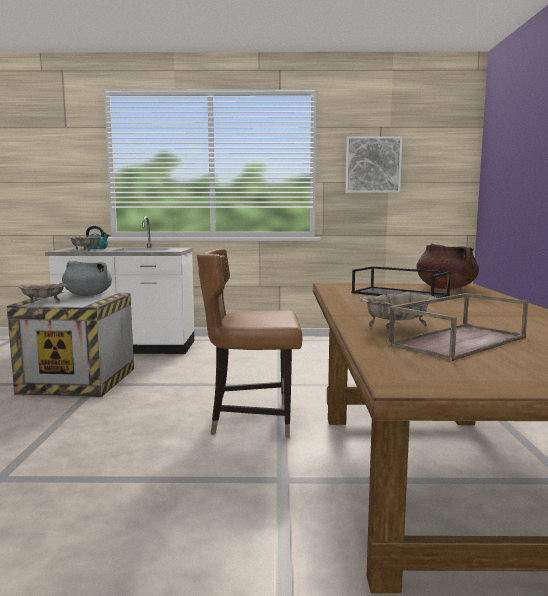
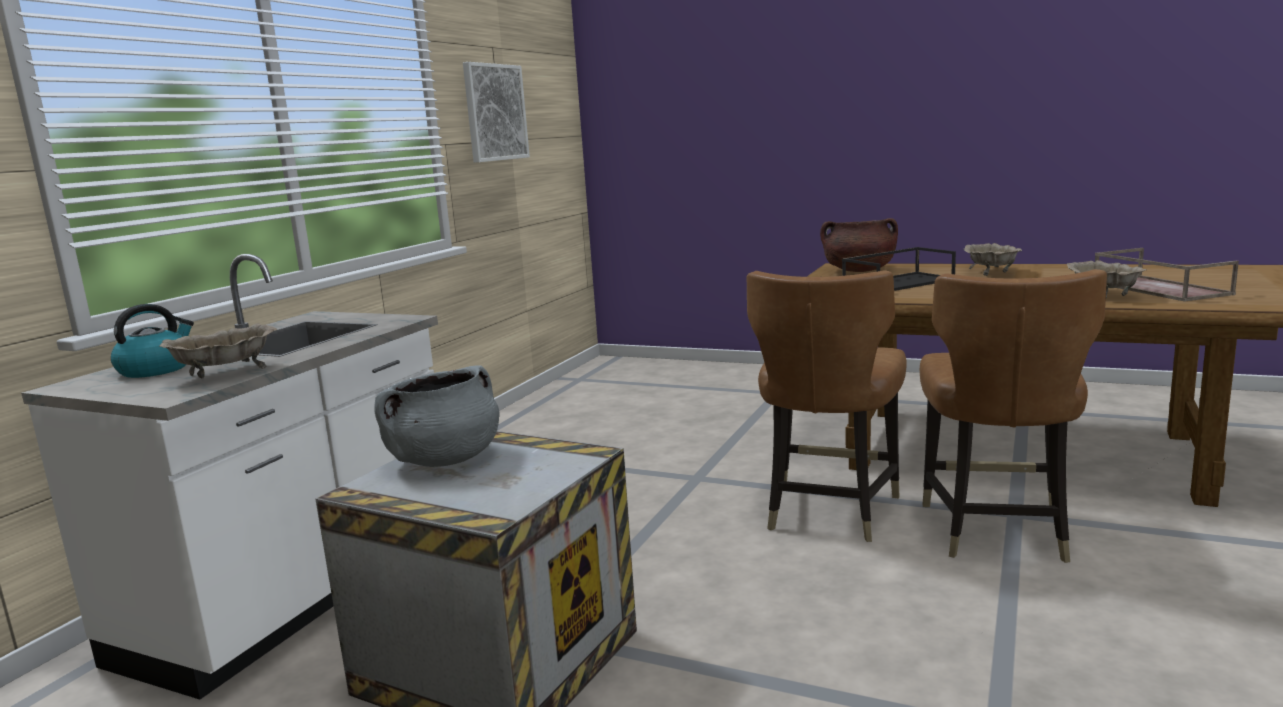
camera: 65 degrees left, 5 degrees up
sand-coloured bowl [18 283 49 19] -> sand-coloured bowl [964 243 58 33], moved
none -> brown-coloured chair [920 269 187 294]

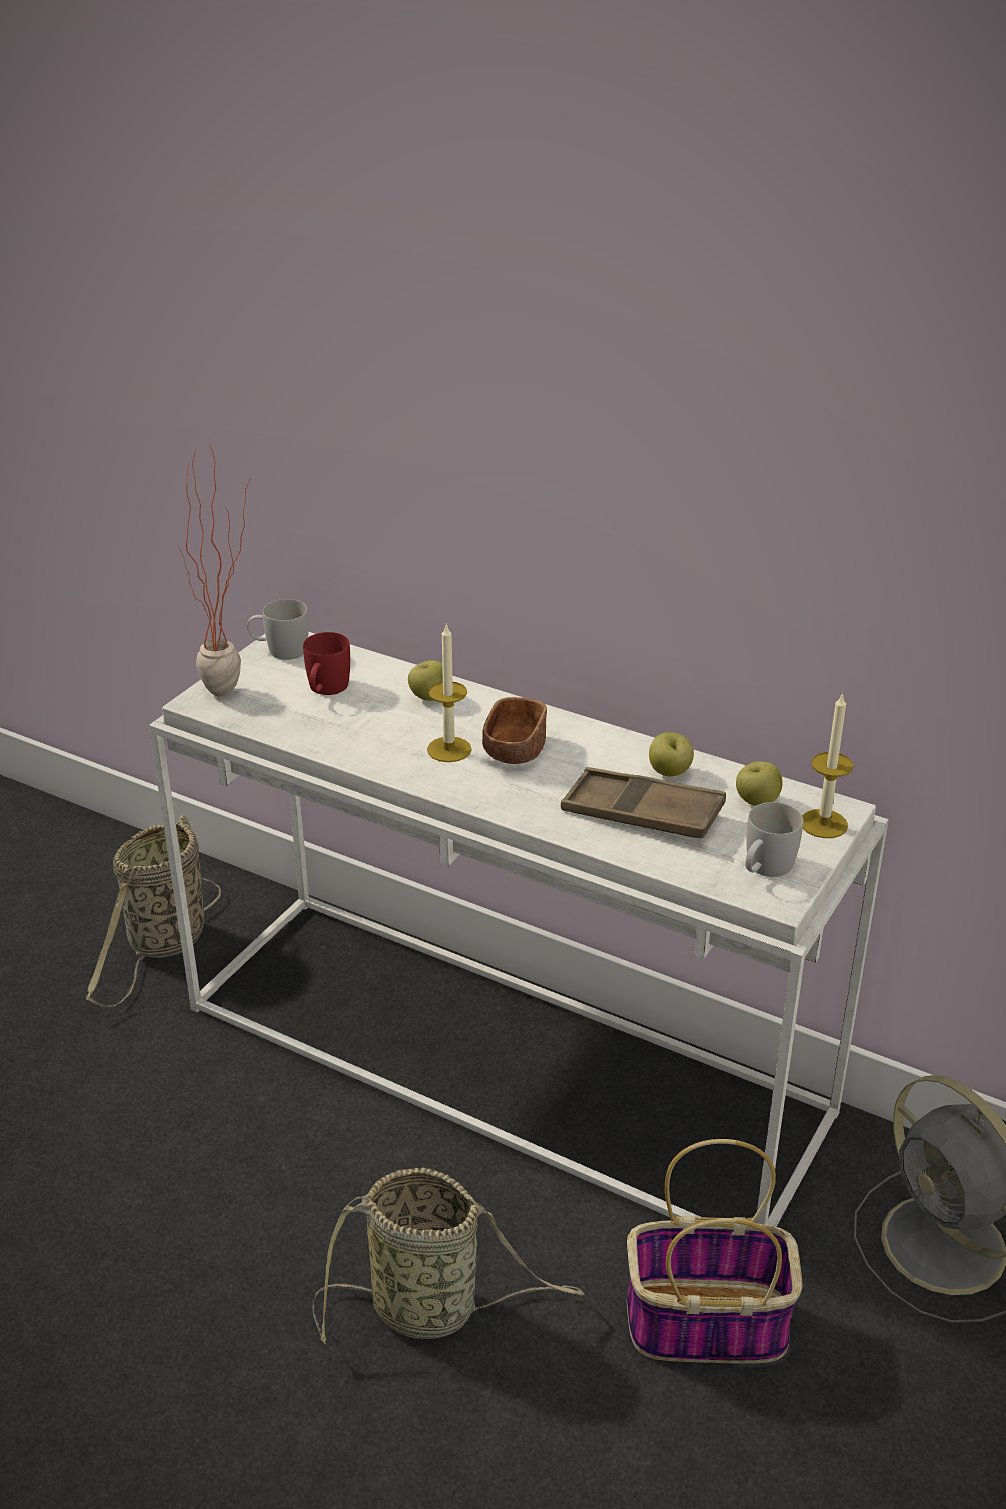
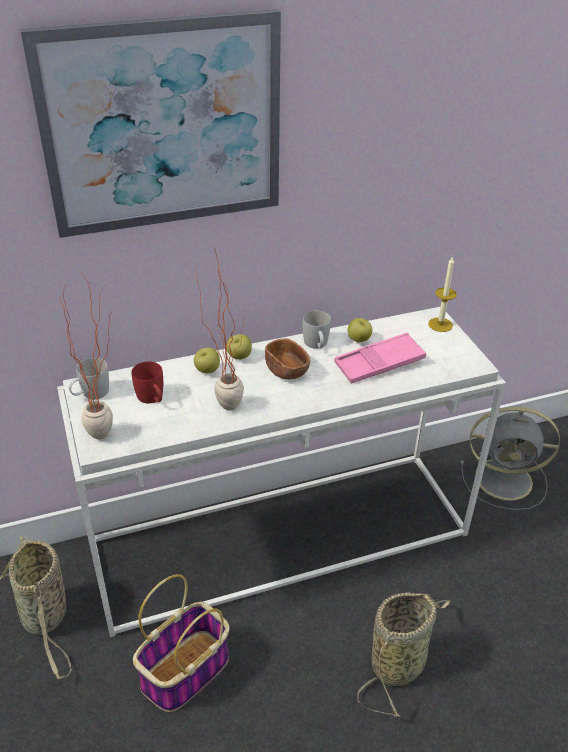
camera: 50 degrees left, 5 degrees up
wax candle [427 623 45 139] -> none
apple fruit [736 761 47 45] -> apple fruit [227 334 25 26], moved
brown-coloured tray [561 767 165 71] -> pink tray [334 332 92 51]
white-coloured tea mug [745 802 58 75] -> white-coloured tea mug [303 310 28 39], moved
household basket [627 1139 176 225] -> household basket [133 574 97 138], moved
none -> wall picture [20 9 261 229]
none -> potted plant [195 250 49 161]

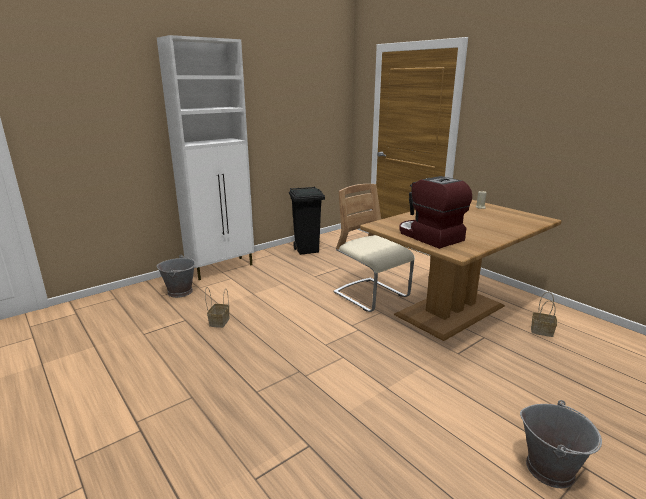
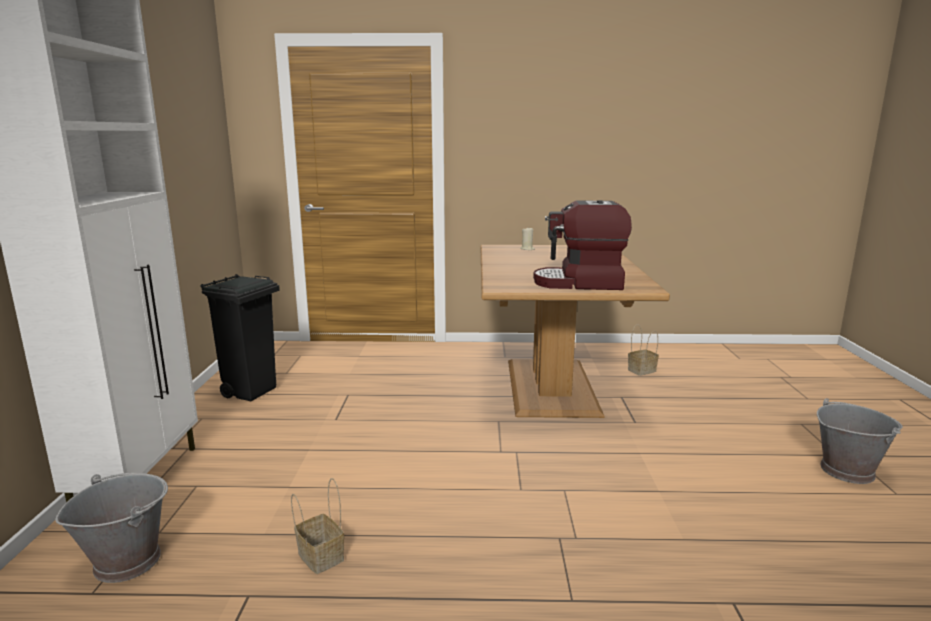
camera: 50 degrees left, 5 degrees down
sand-coloured chair [333 184 82 128] -> none

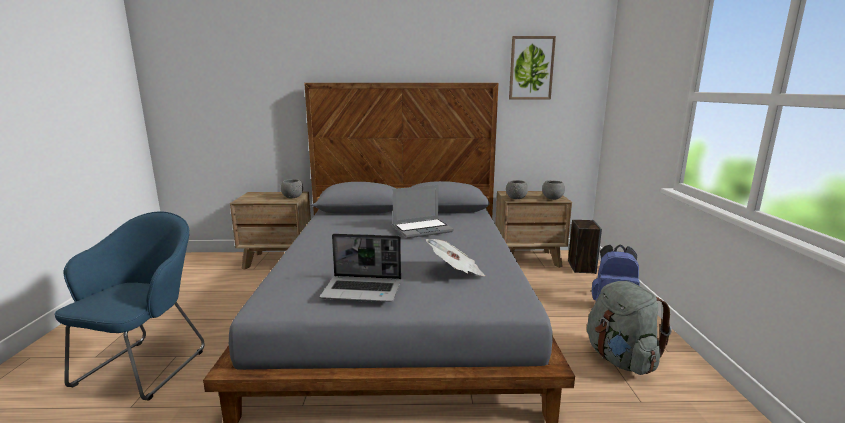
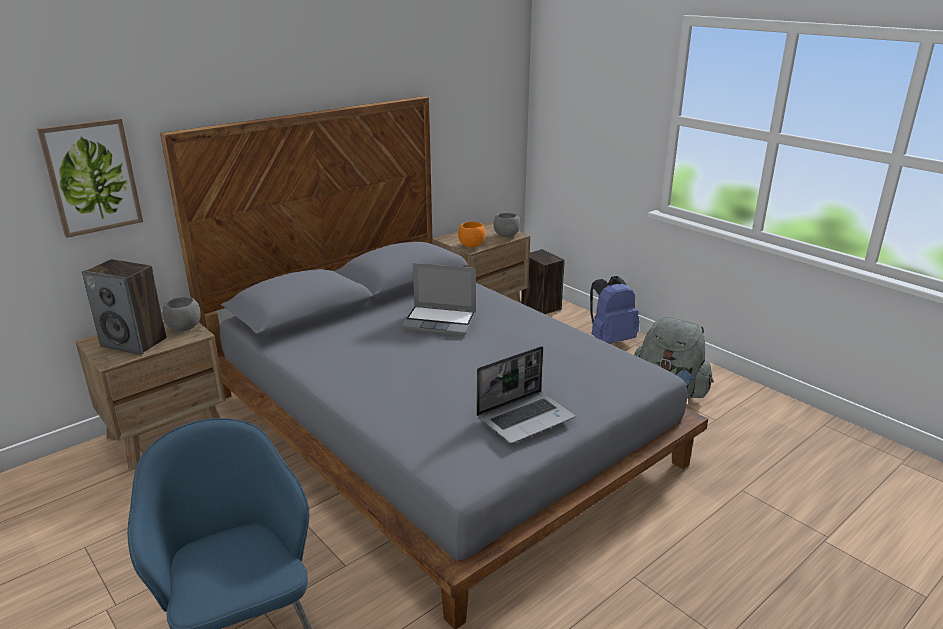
camera: 40 degrees left, 10 degrees up
wall picture [509 36 47 63] -> wall picture [37 118 106 120], moved
greyish bowl [506 180 22 19] -> orange bowl [458 222 28 26]
notebook computer [393 185 61 53] -> notebook computer [401 263 75 73], 75 degrees clockwise
daily paper [426 239 59 37] -> none
none -> audio speaker [82 259 85 96]

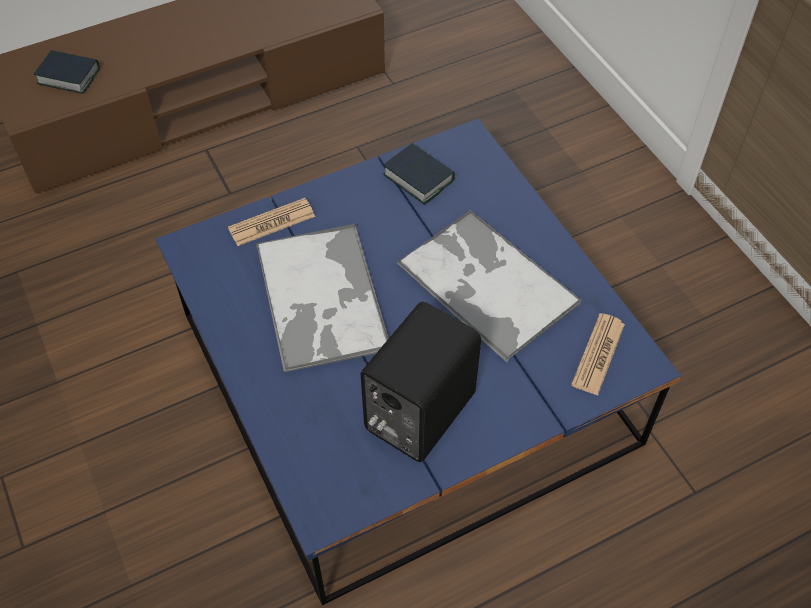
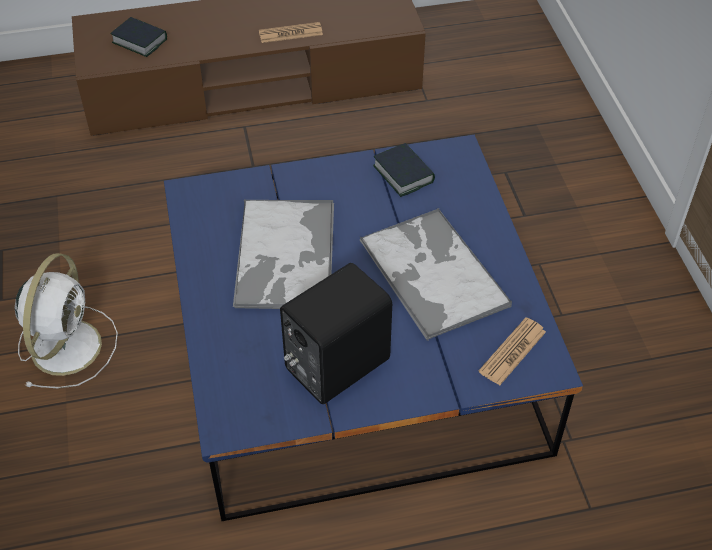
camera: 15 degrees right, 5 degrees down
daily paper [228 198 87 48] -> daily paper [259 22 64 21], moved
none -> white-coloured cooling fan [14 253 104 135]

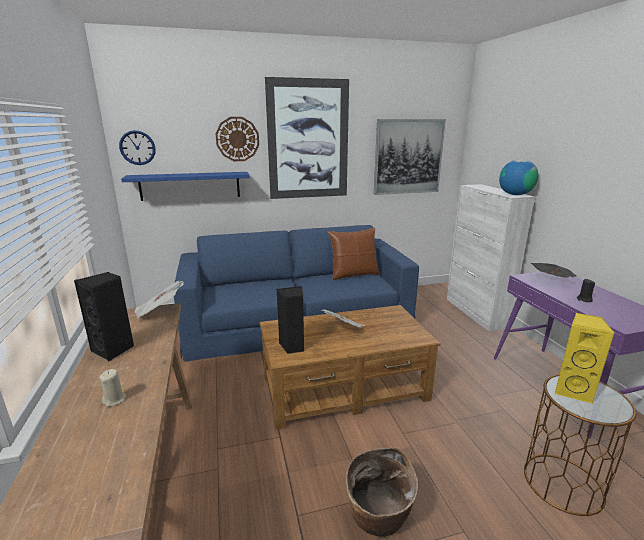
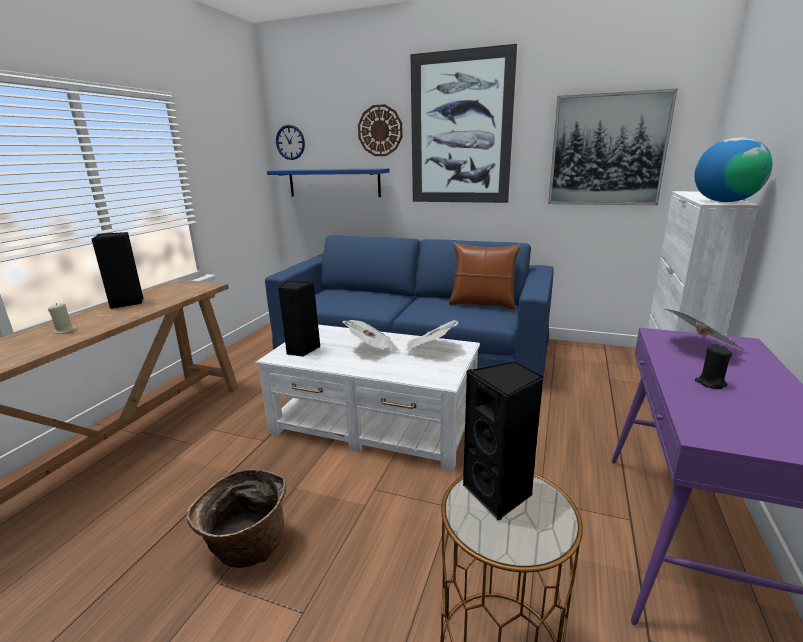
camera: 35 degrees right, 0 degrees up
daily paper [134 281 50 38] -> daily paper [406 320 52 31], moved
brown-coloured lounge table [260 305 180 125] -> white-coloured lounge table [255 325 225 147]
yellowish audio speaker [554 313 60 91] -> black audio speaker [463 361 81 159]

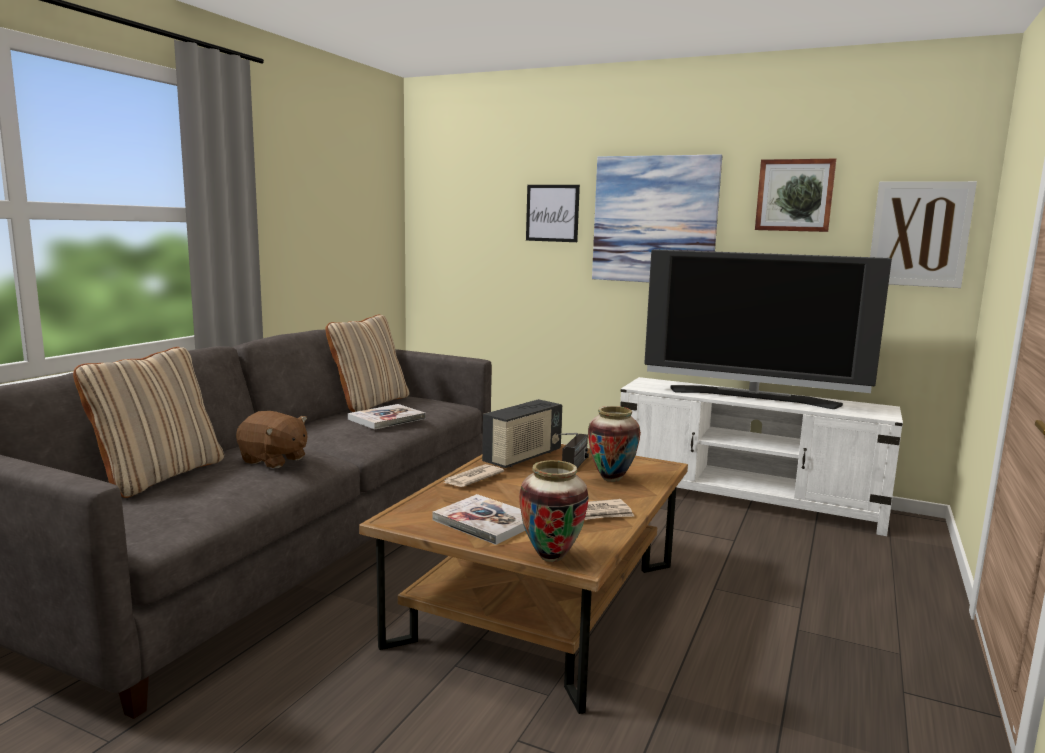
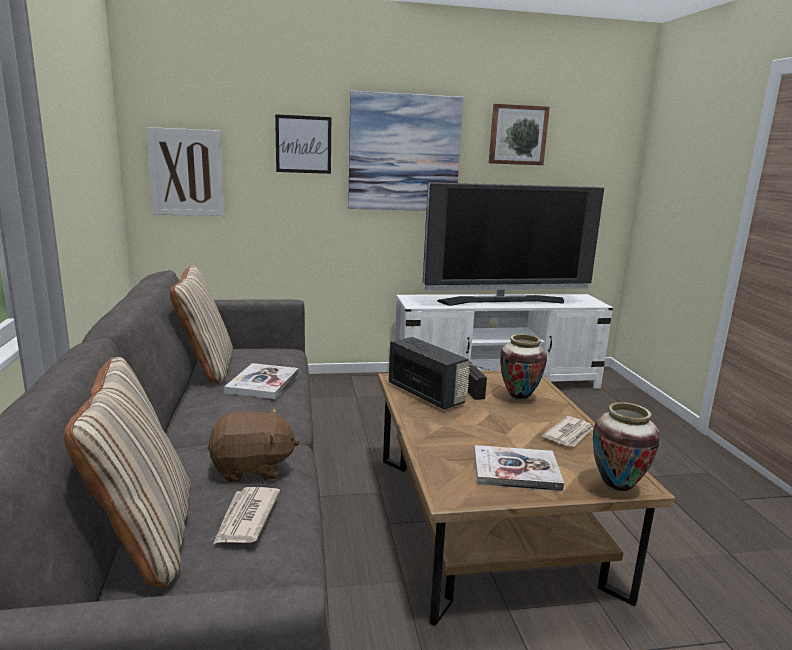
camera: 35 degrees left, 5 degrees up
wall picture [870 181 107 107] -> wall picture [146 127 78 89], moved
radio [482 399 80 69] -> radio [389 337 81 73], 45 degrees counterclockwise
daily paper [444 464 60 23] -> daily paper [213 487 67 57], moved

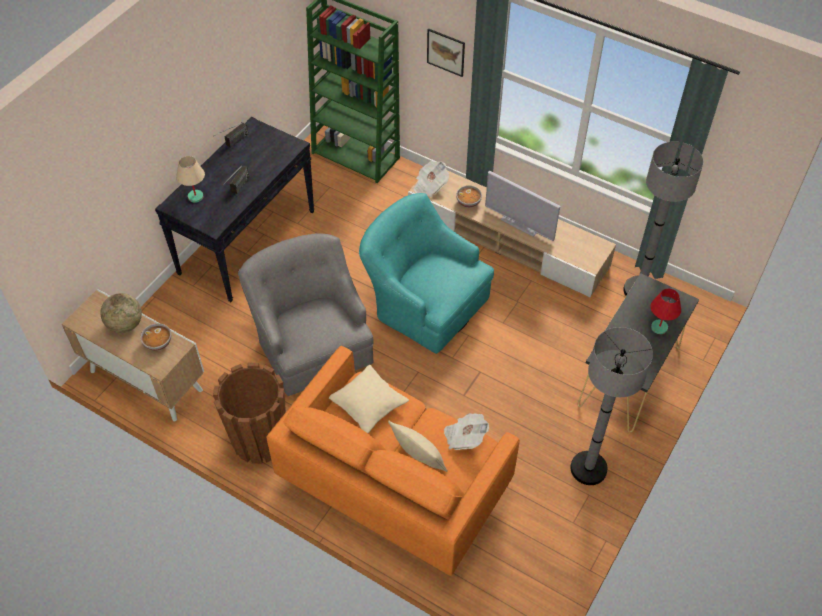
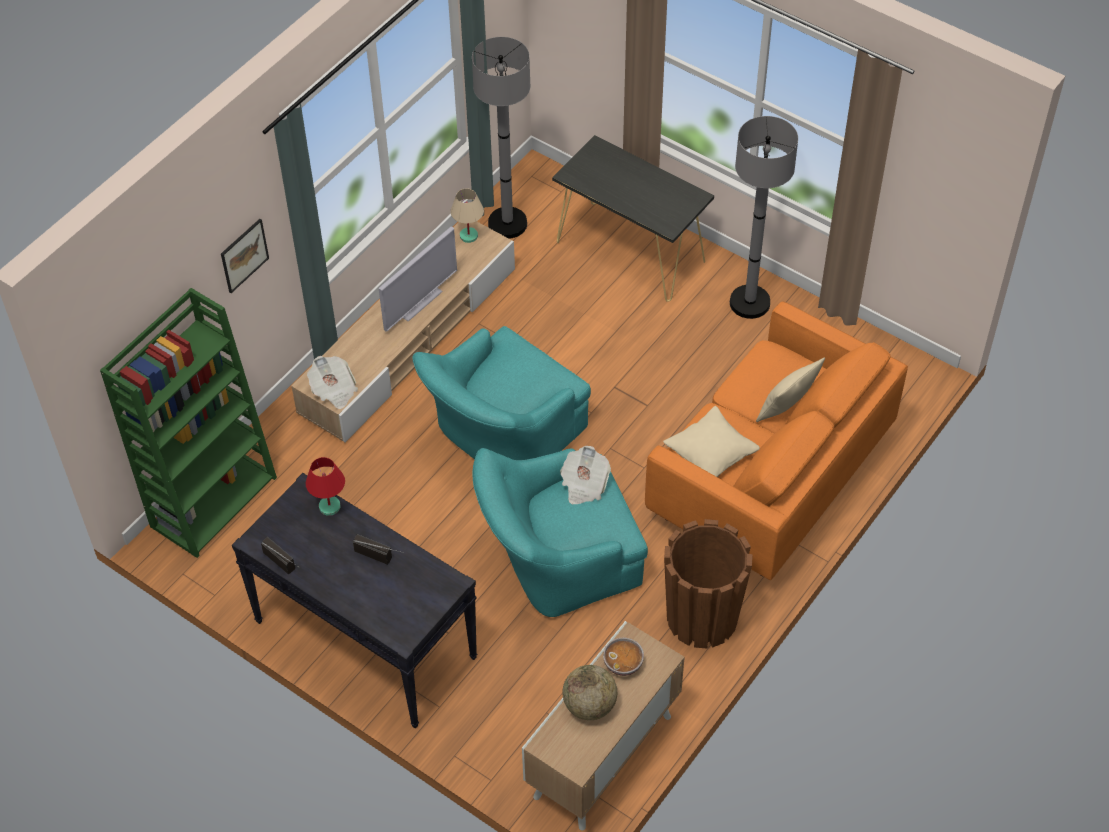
camera: 85 degrees left, 0 degrees up
sand-coloured tabletop lamp [176 156 29 47] -> sand-coloured tabletop lamp [451 188 33 55], moved
bowl [456 185 26 23] -> none
greyish armchair [238 233 136 163] -> turquoise armchair [472 448 176 169]
red-coloured tabletop lamp [651 289 30 45] -> red-coloured tabletop lamp [306 457 39 59], moved
daily paper [444 413 45 37] -> daily paper [560 446 51 58], moved

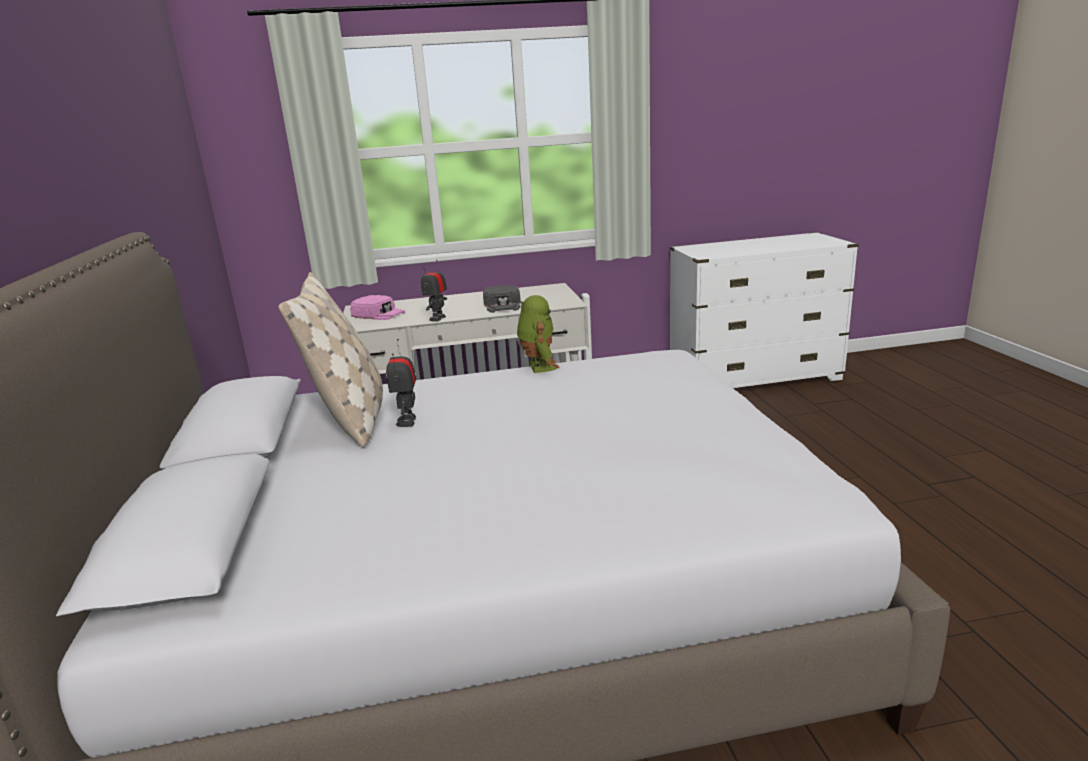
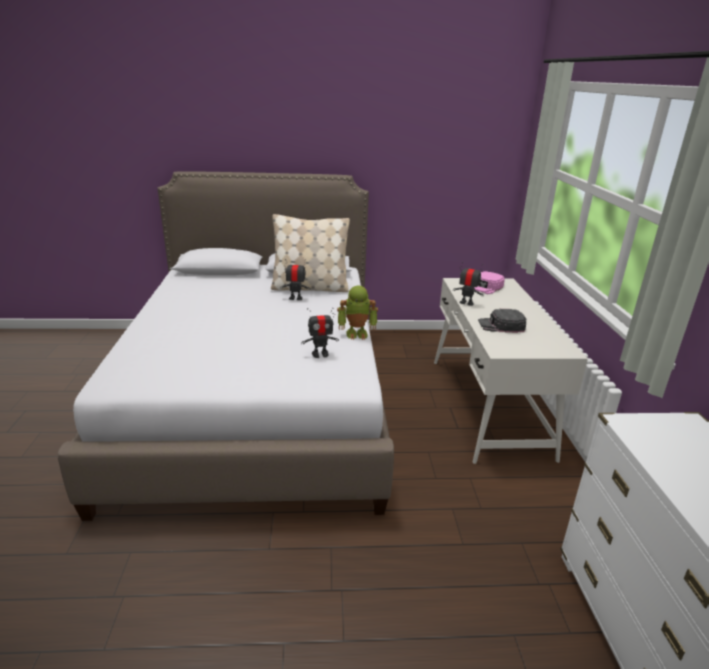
camera: 95 degrees right, 5 degrees up
none -> toy robot [301 308 38 50]

